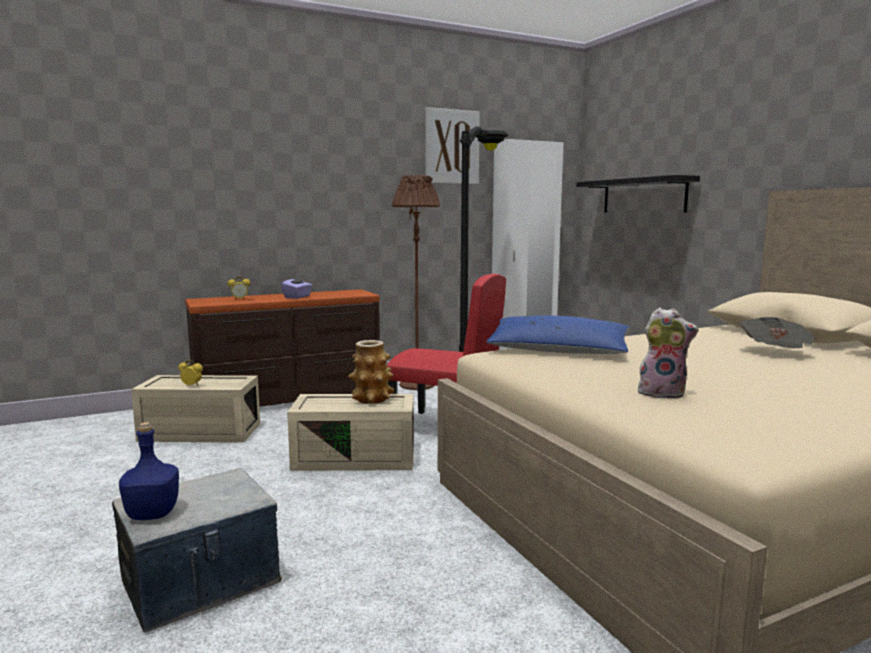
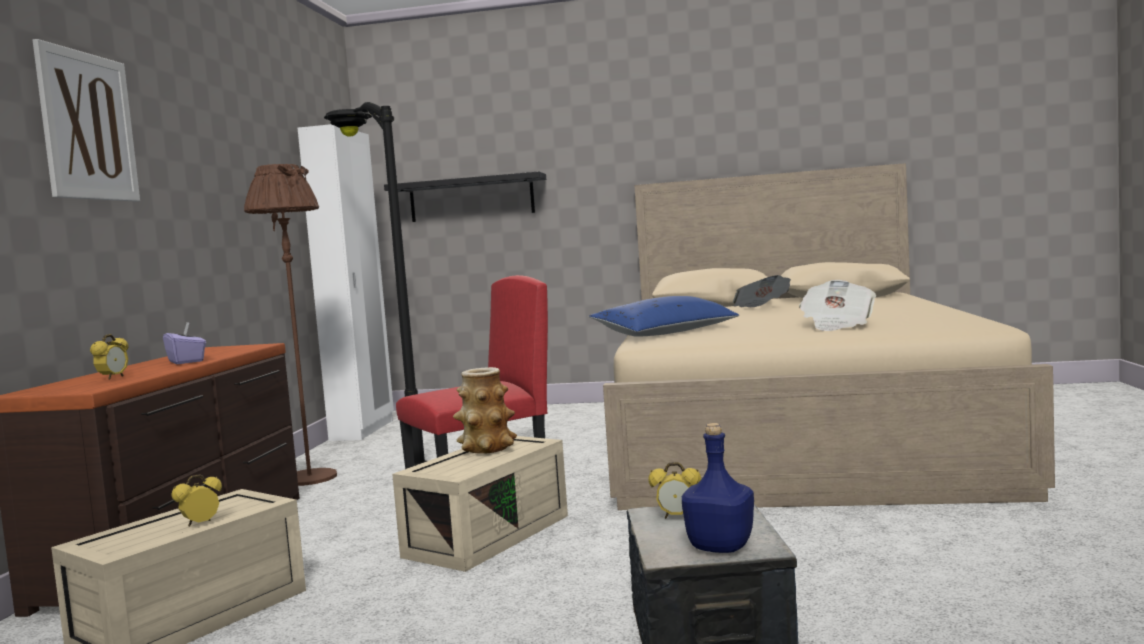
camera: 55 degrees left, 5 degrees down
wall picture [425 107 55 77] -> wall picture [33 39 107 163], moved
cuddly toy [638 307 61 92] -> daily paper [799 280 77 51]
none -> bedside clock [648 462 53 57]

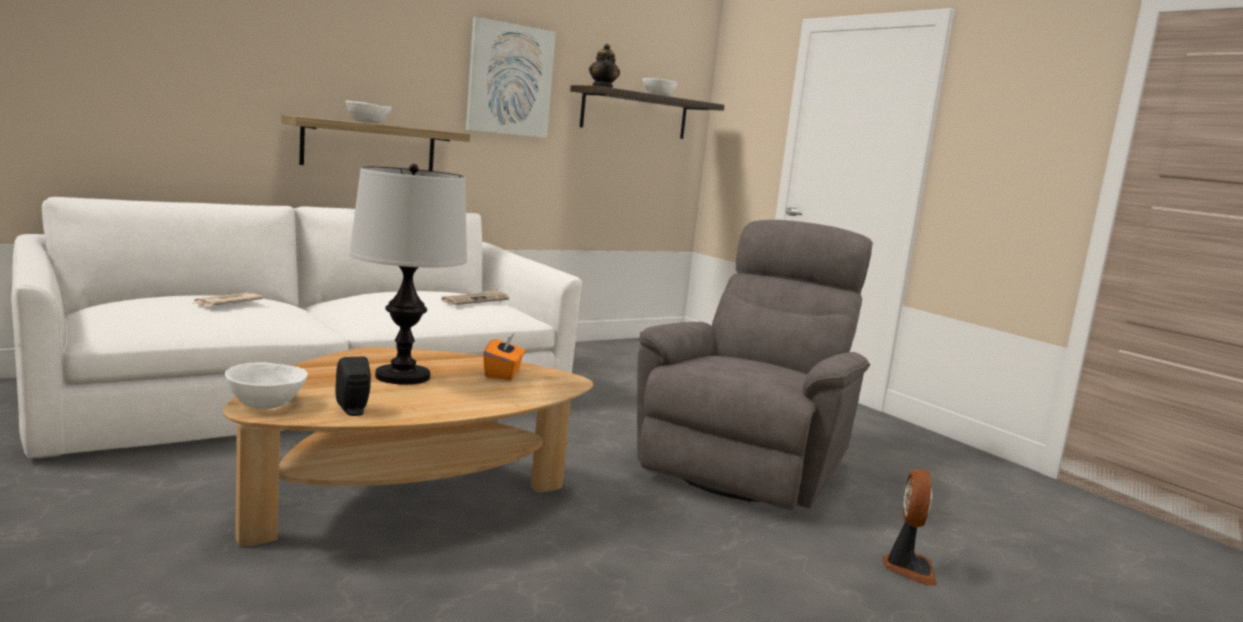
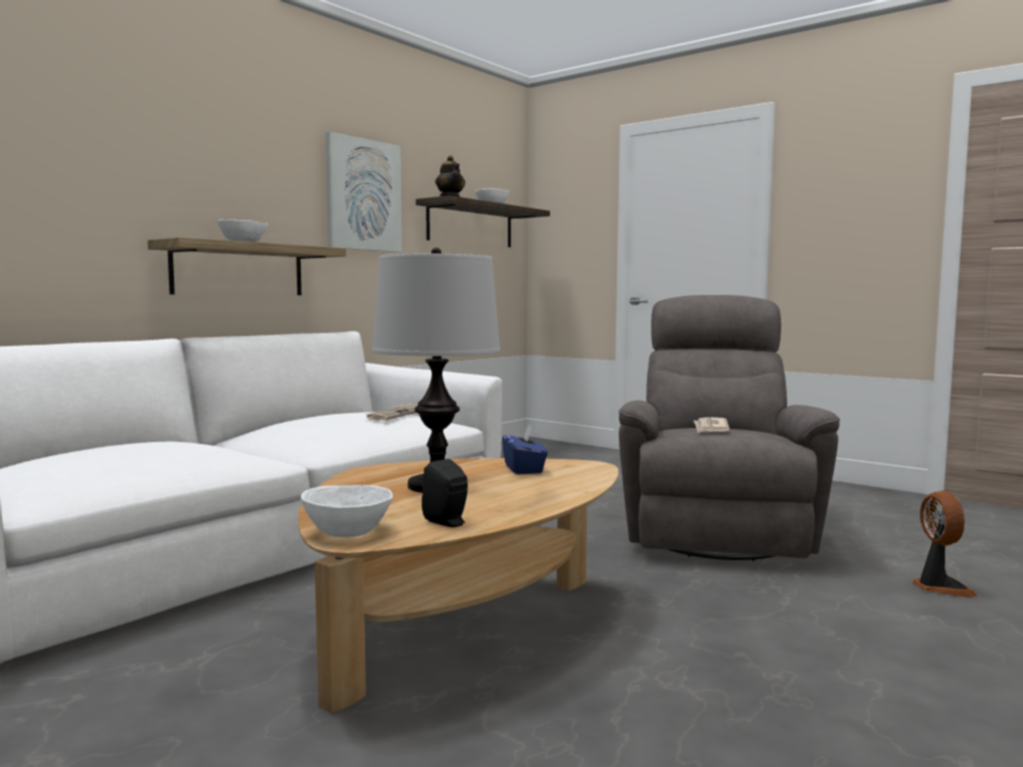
camera: 15 degrees left, 5 degrees down
daily paper [193 293 70 13] -> daily paper [694 417 36 16], moved
orange box of tissues [483 333 42 47] -> blue box of tissues [502 424 46 50]

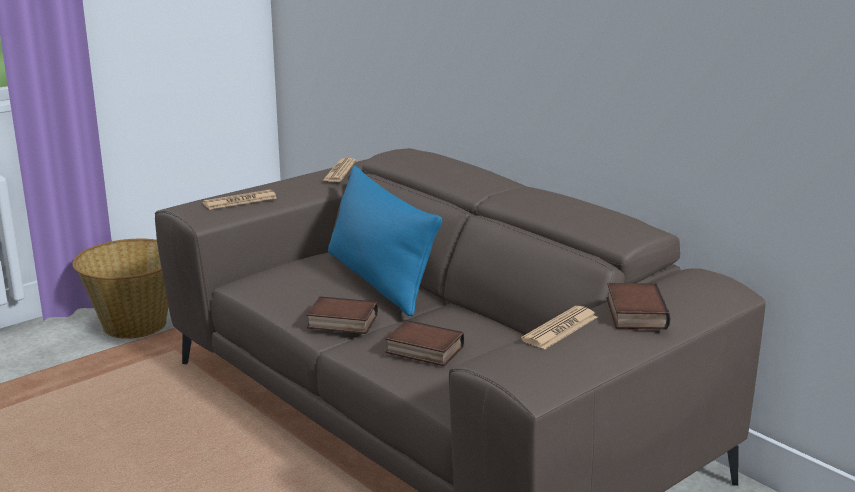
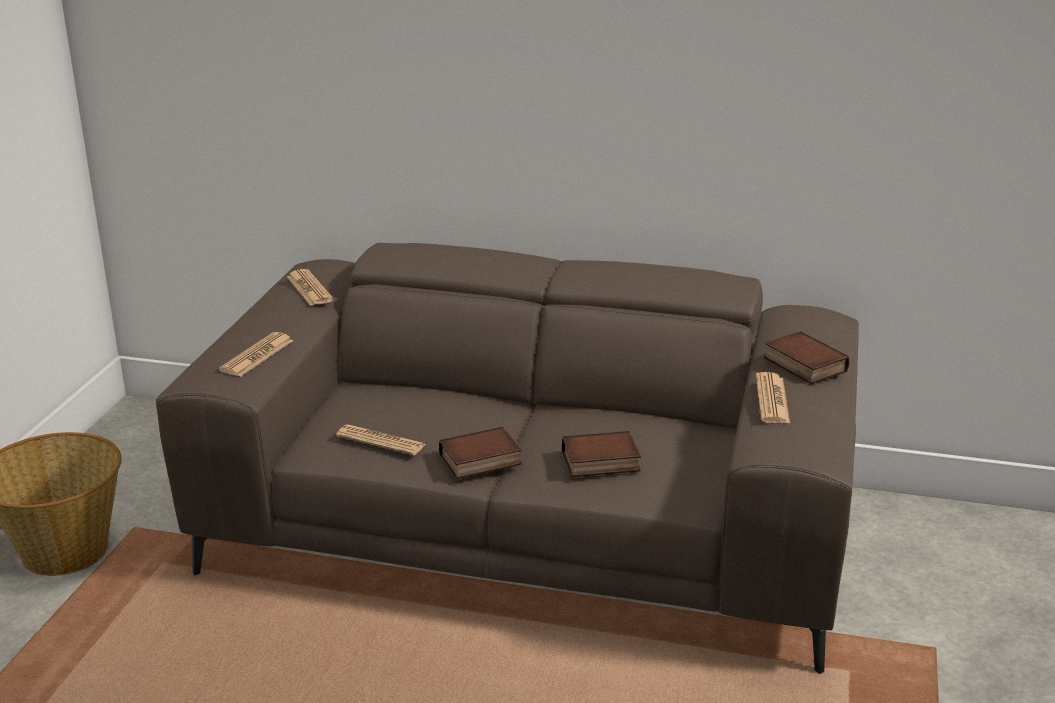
camera: 35 degrees left, 5 degrees up
blue cushion [328 166 114 150] -> none
none -> daily paper [336 424 90 31]

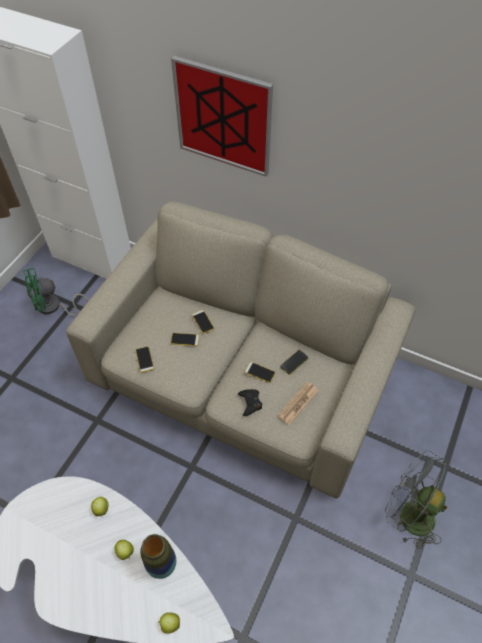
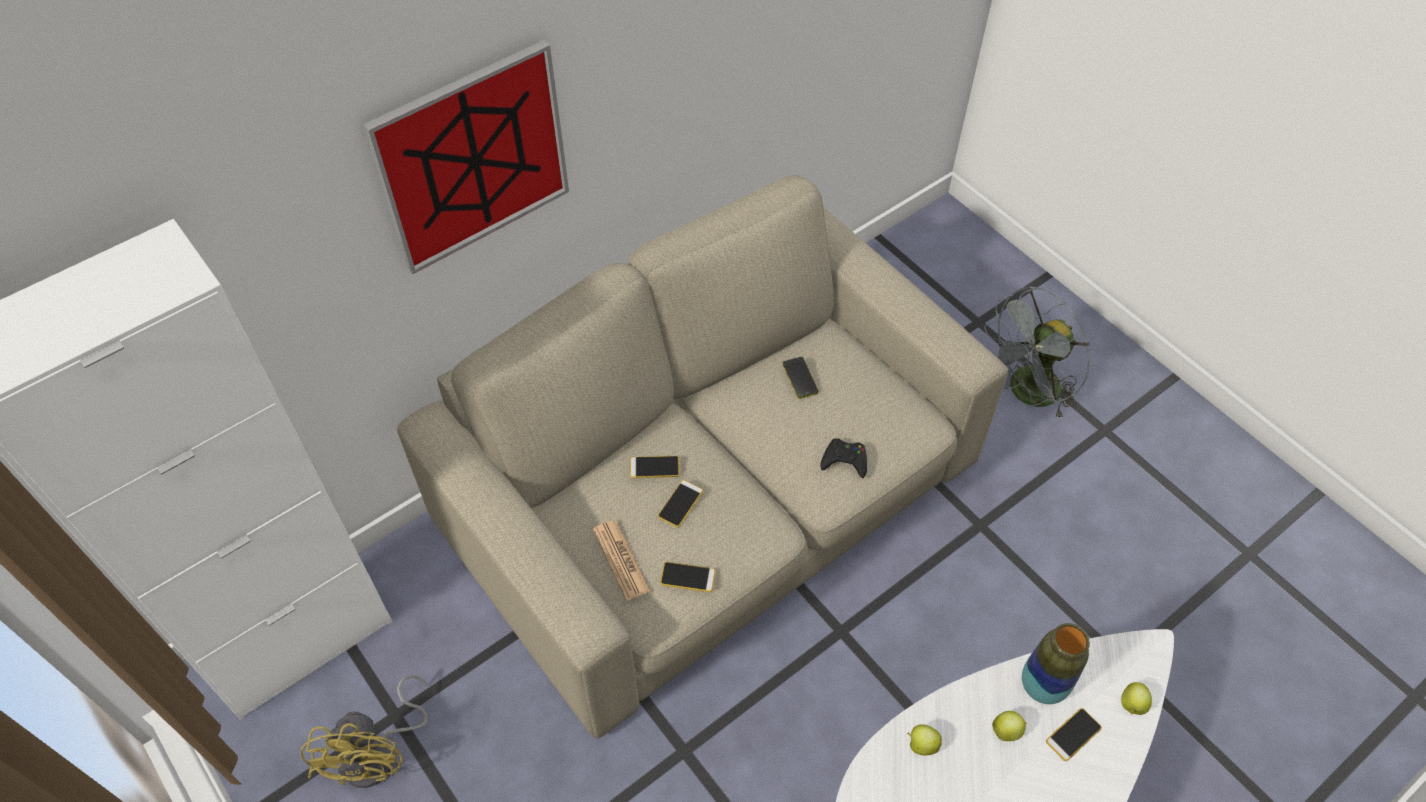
camera: 65 degrees left, 0 degrees up
green-coloured cooling fan [23 268 66 48] -> yellowish cooling fan [300 674 128 114]
telephone [245 362 30 21] -> telephone [1046 708 56 53], moved
daily paper [278 381 41 44] -> daily paper [593 521 57 80], moved

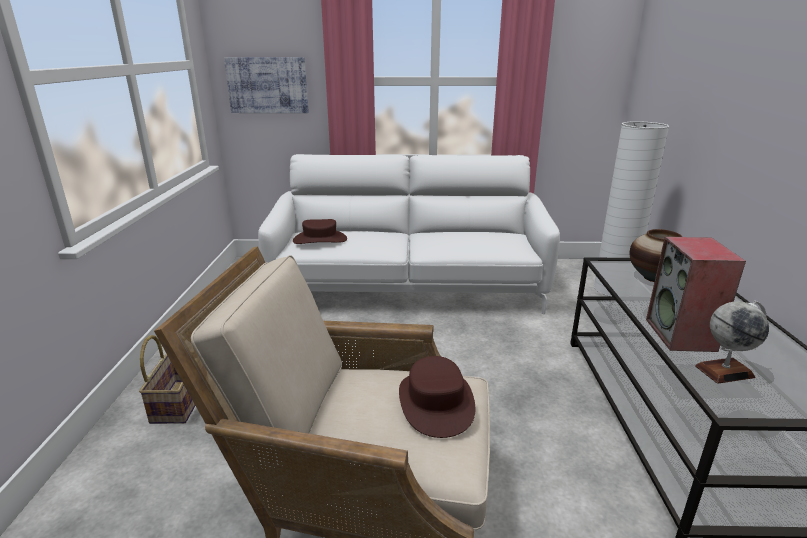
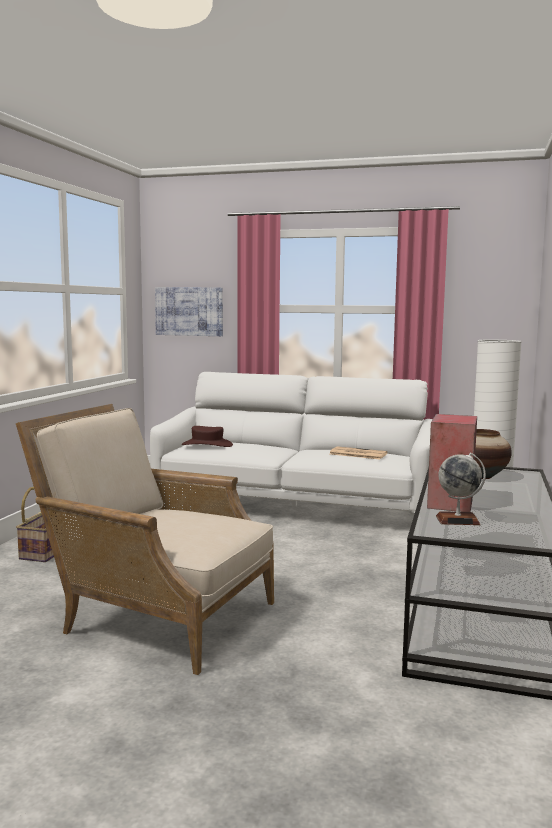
camera: 15 degrees right, 15 degrees down
brown-coloured hat [399 356 76 82] -> none
none -> daily paper [330 446 57 13]

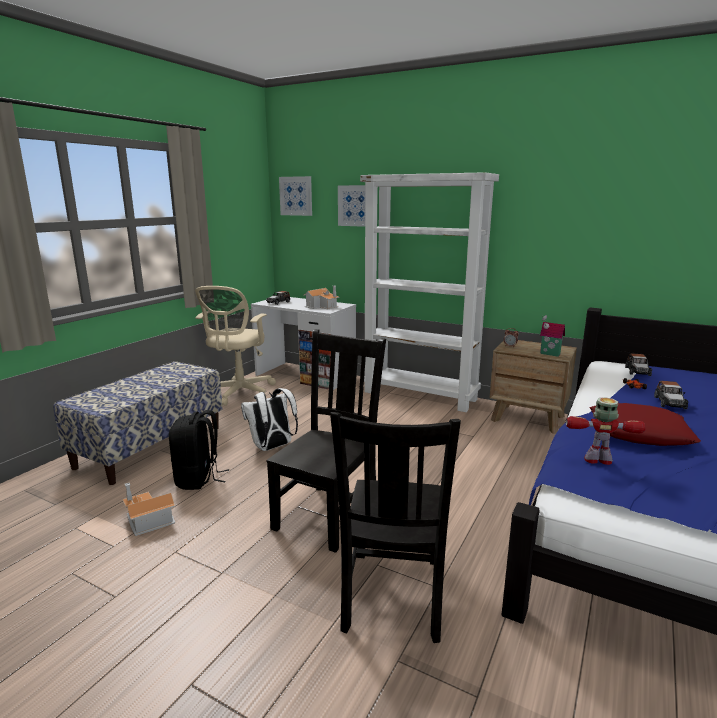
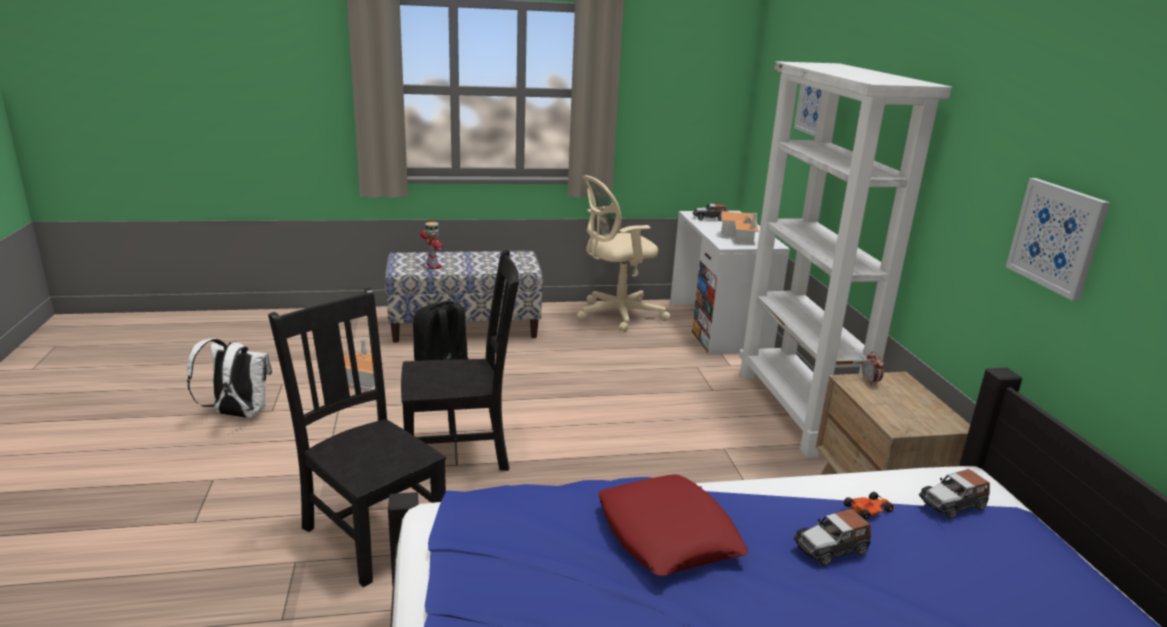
camera: 50 degrees right, 5 degrees up
wall picture [279 176 33 40] -> wall picture [1006 178 104 123], moved
miniature house [540 315 25 42] -> none
white-coloured rucksack [241 388 57 63] -> white-coloured rucksack [187 338 85 80], moved
toy robot [566 397 80 68] -> toy robot [420 222 23 47], moved
black chair [330 412 131 231] -> black chair [268 288 178 299], 75 degrees clockwise

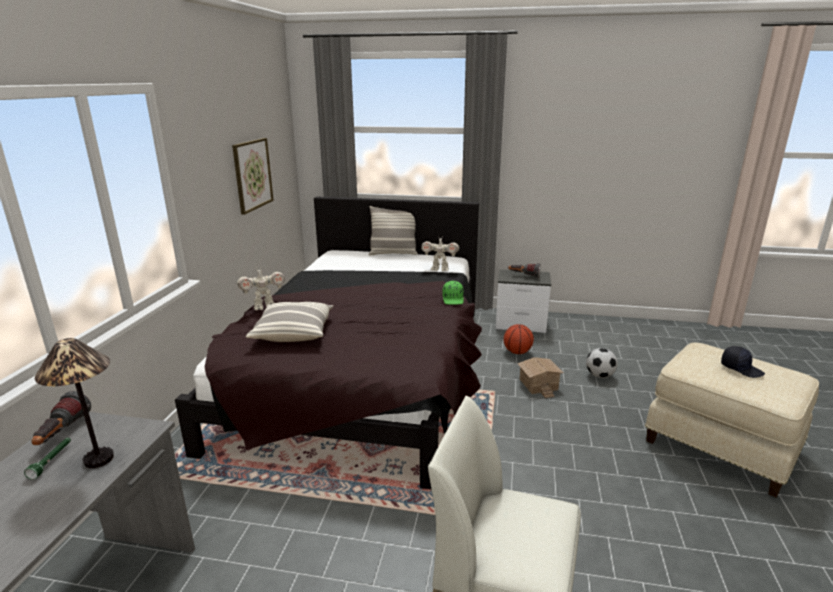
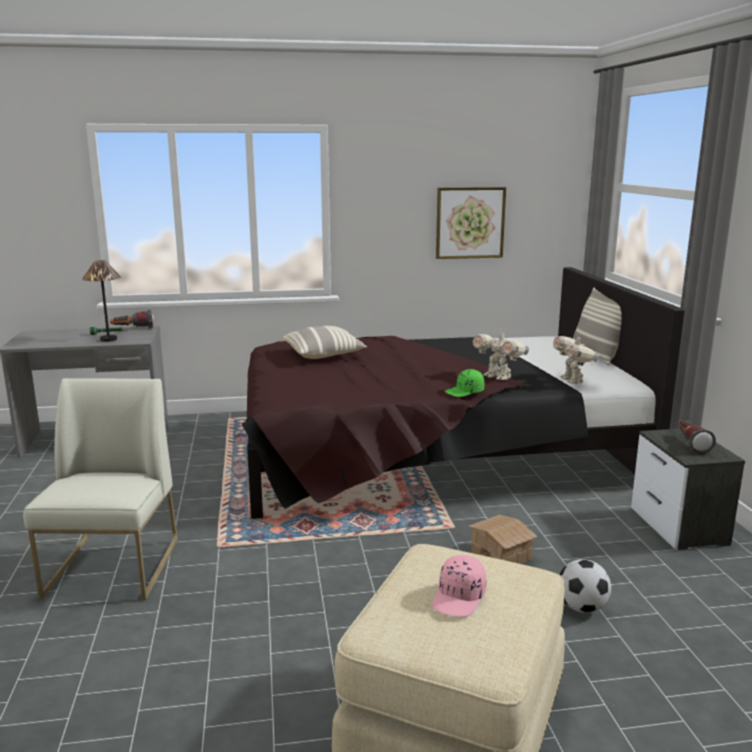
camera: 70 degrees right, 5 degrees down
toy robot [237 267 48 43] -> toy robot [472 328 57 52], moved
basketball ball [503 324 31 30] -> none
black cap [721 346 44 32] -> pink cap [432 555 55 62]

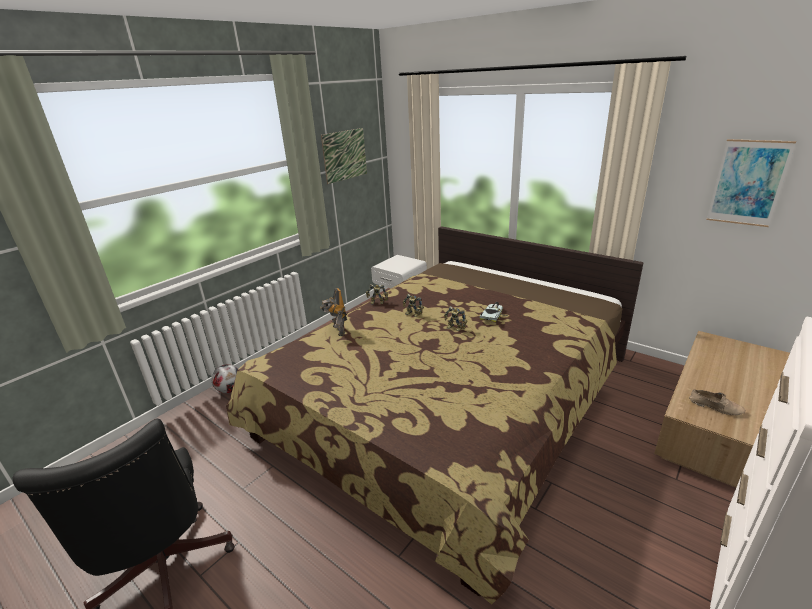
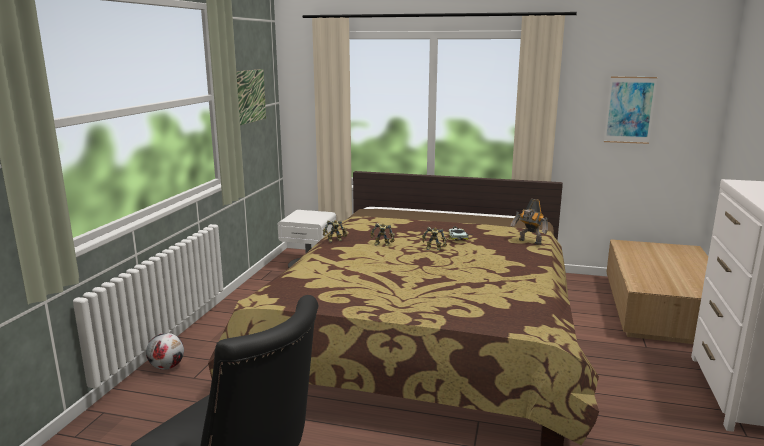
camera: 25 degrees left, 10 degrees down
toy robot [320 288 27 48] -> toy robot [511 199 37 46], moved
sand-coloured low shoe [689 389 57 26] -> none

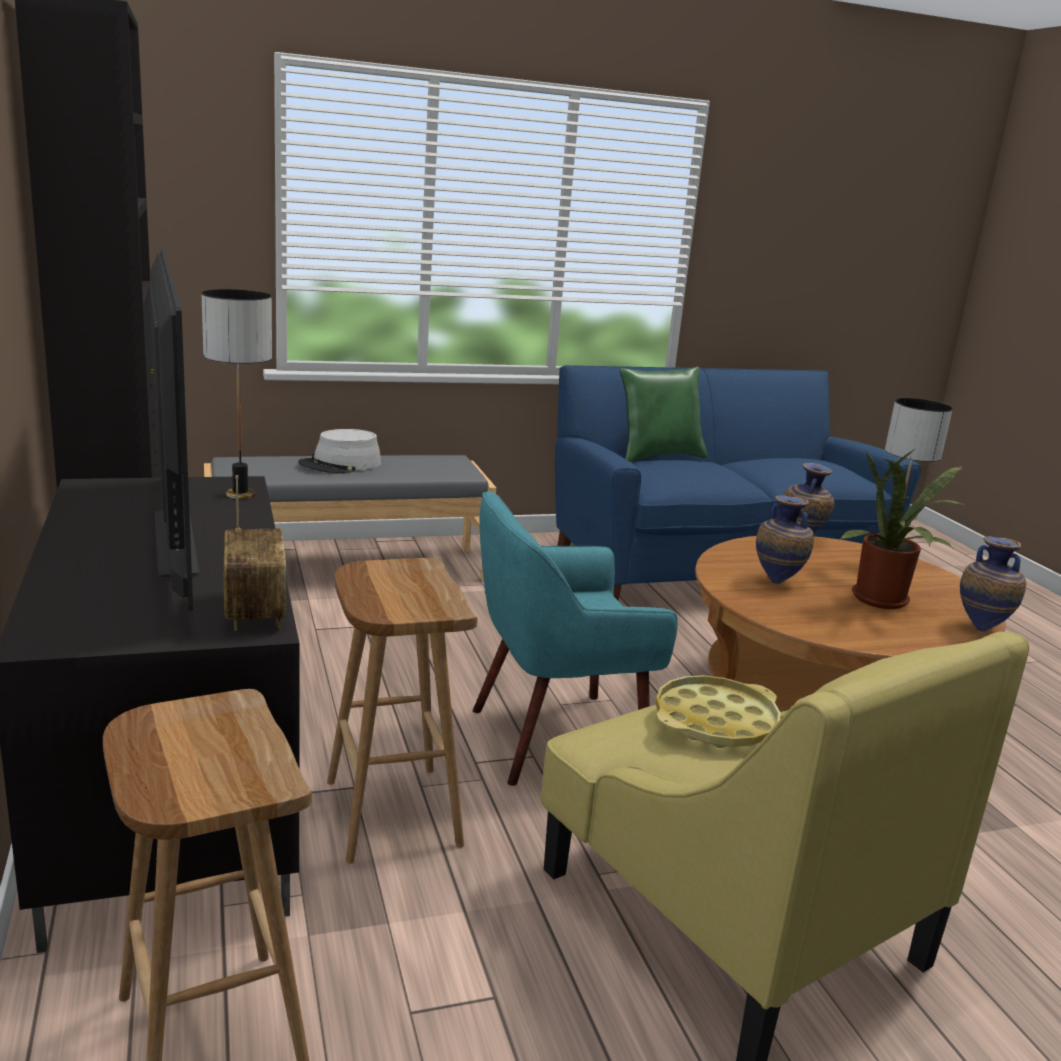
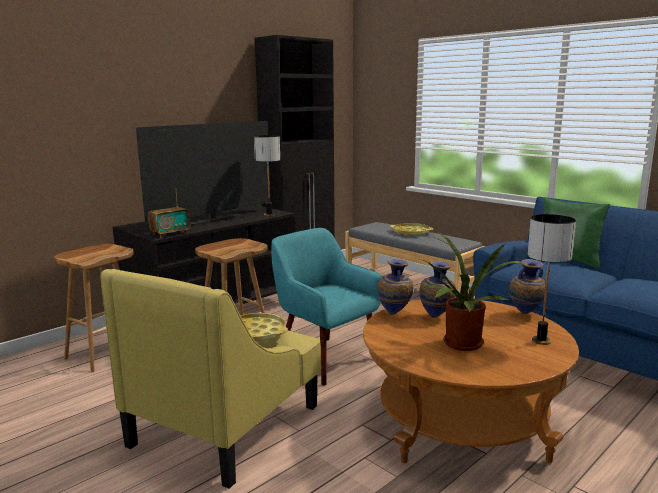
camera: 65 degrees right, 5 degrees down
greyish hat [298 429 83 45] -> yellowish tray [390 223 43 13]
decorative vase [960 537 66 95] -> decorative vase [378 259 36 56], moved

